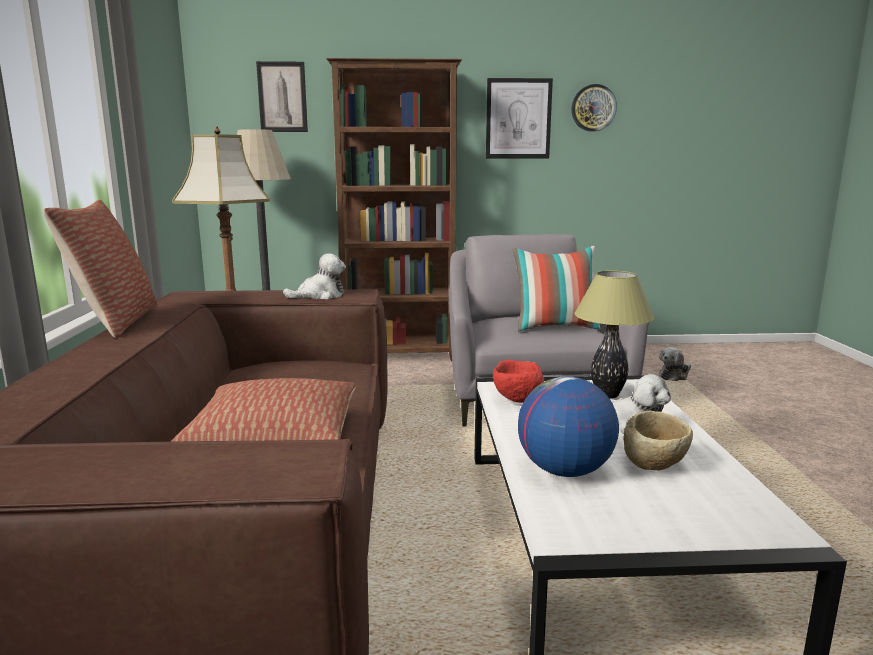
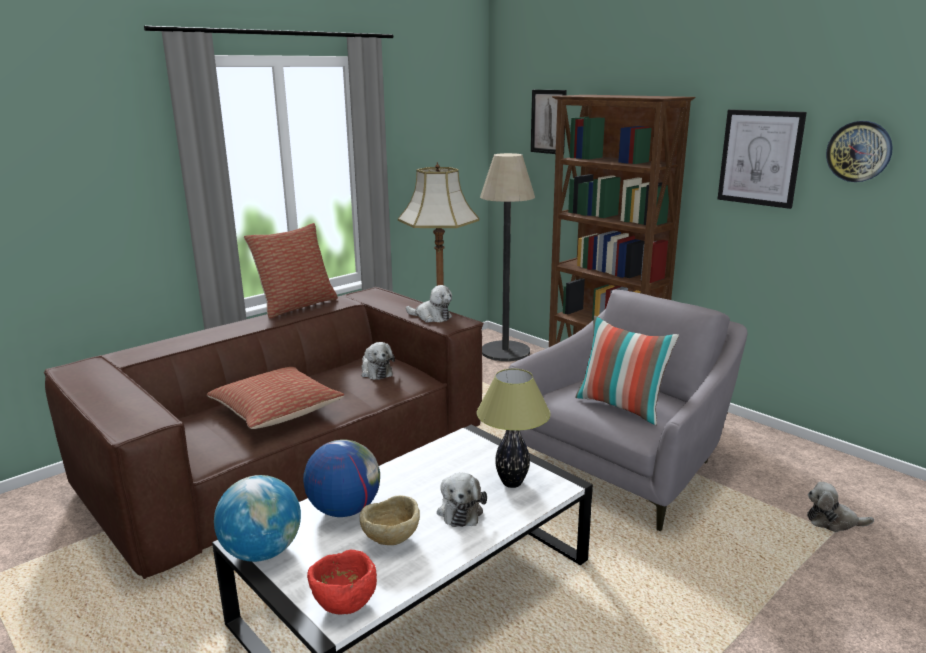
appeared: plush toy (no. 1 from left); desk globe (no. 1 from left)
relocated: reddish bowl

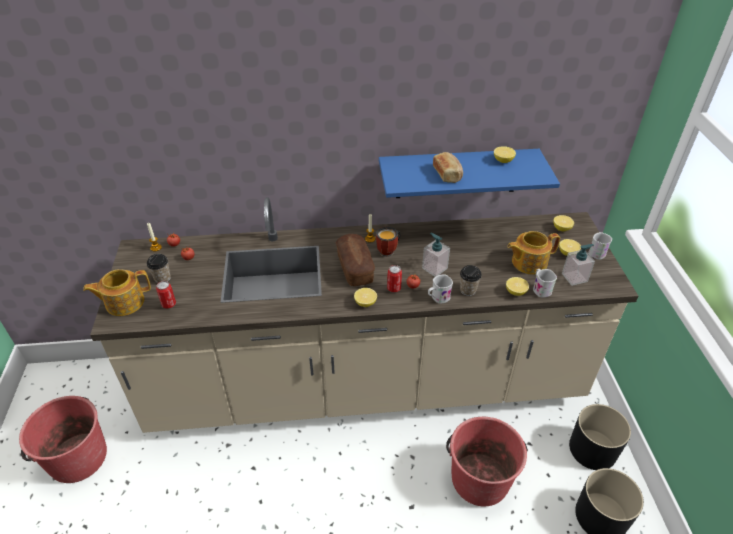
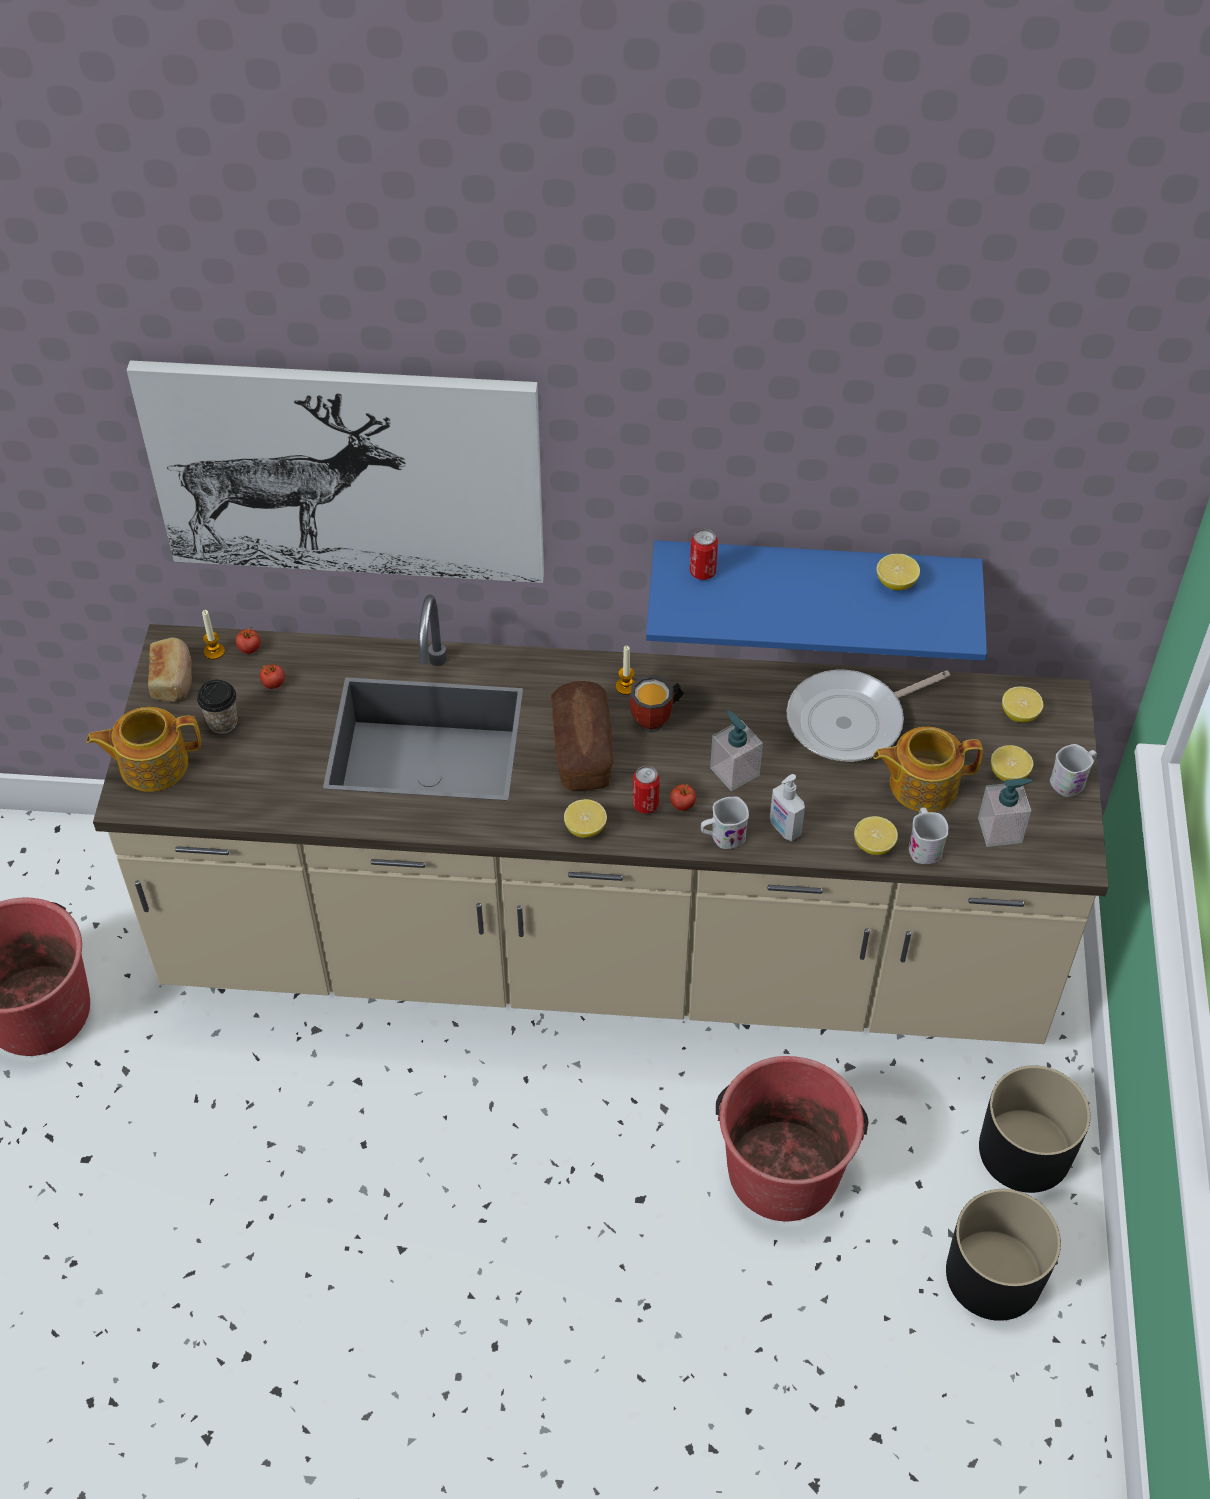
appeared: picture; skillet
relocated: baked bread (no. 2 from left in the first image) to baked bread (no. 1 from left); sealed can (no. 1 from left in the first image) to sealed can (no. 2 from left)
exchanged: cup (no. 2 from left) to soap bottle (no. 2 from left)

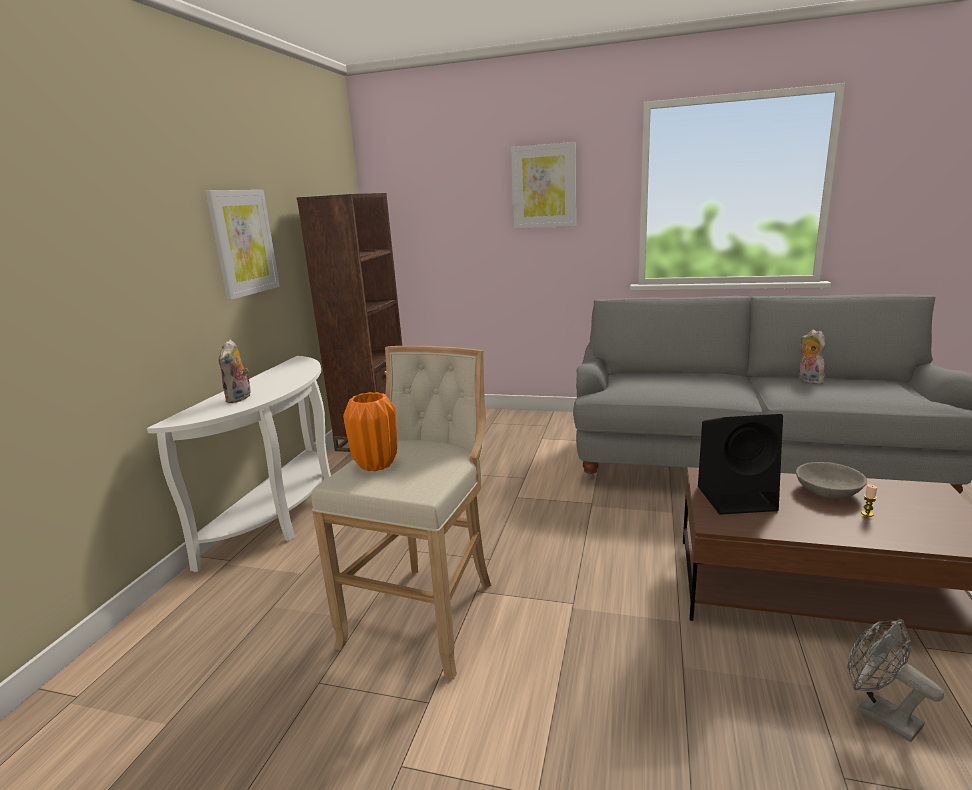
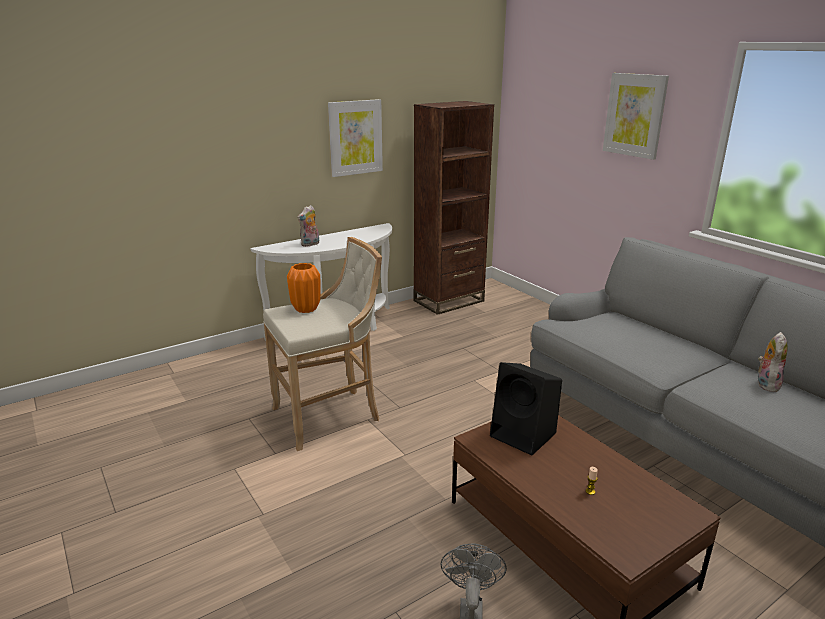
missing: gray bowl

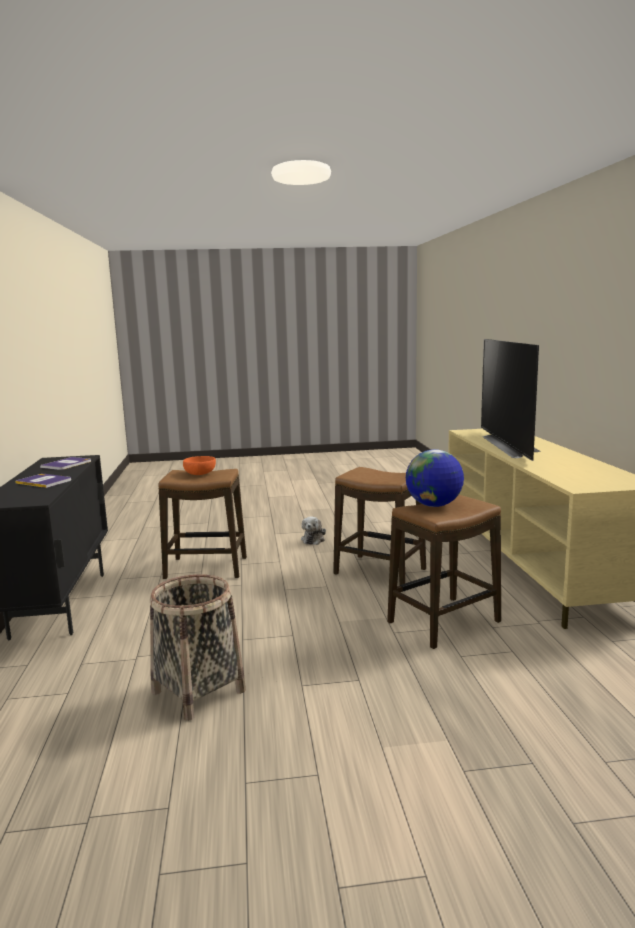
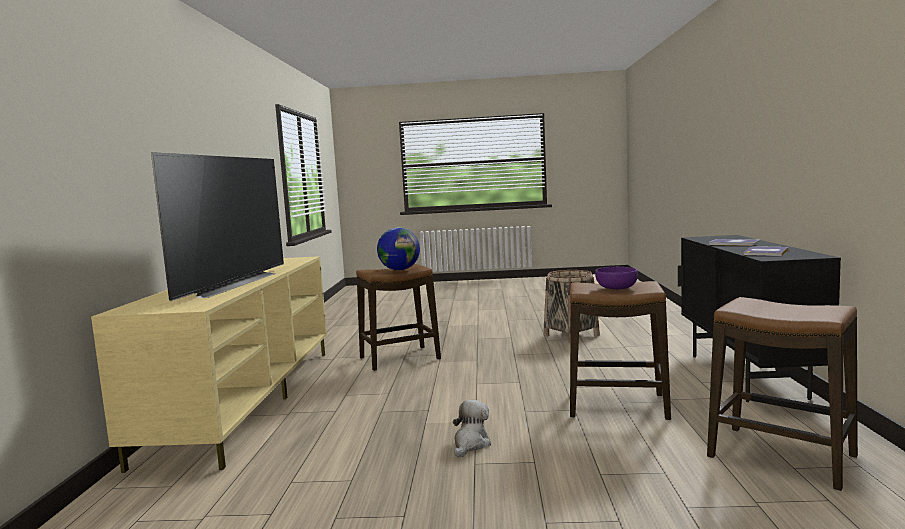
relocated: sitting stool (no. 2 from left in the first image) to sitting stool (no. 3 from left)
colour: orange-coloured bowl to purple-coloured bowl

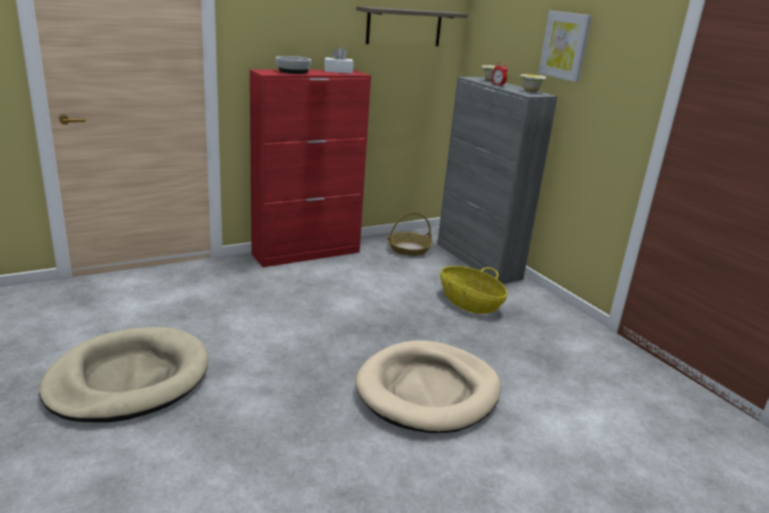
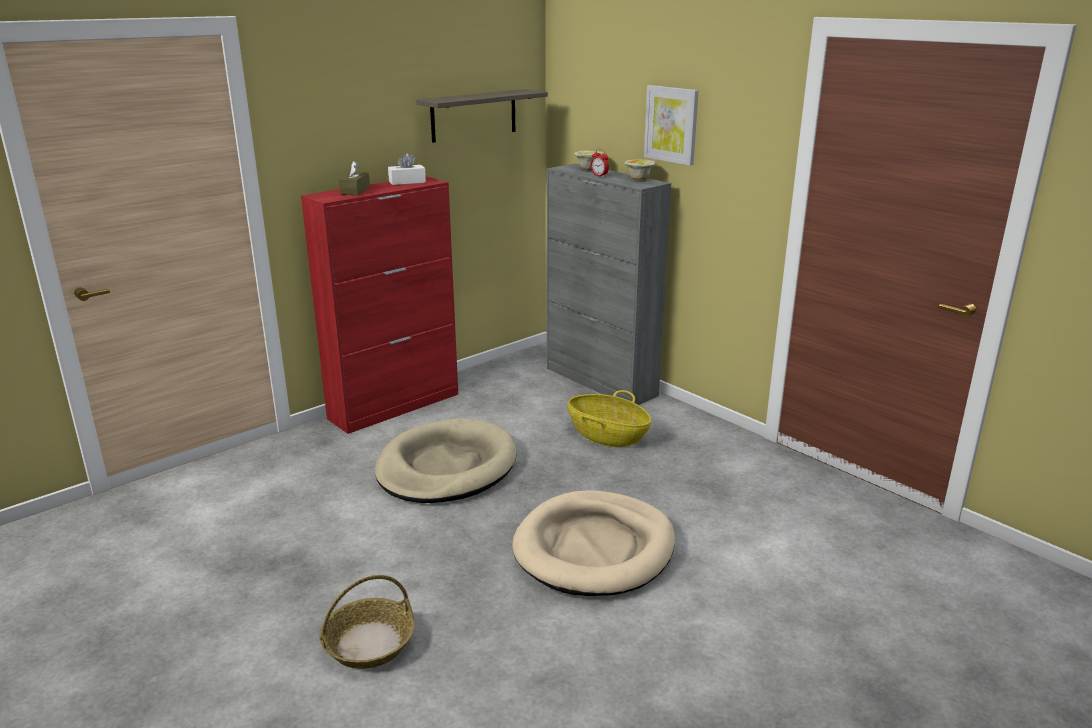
relocated: basket (no. 1 from left); beige pet bed (no. 1 from left)
exchanged: bowl (no. 1 from left) to brown-coloured tissue holder

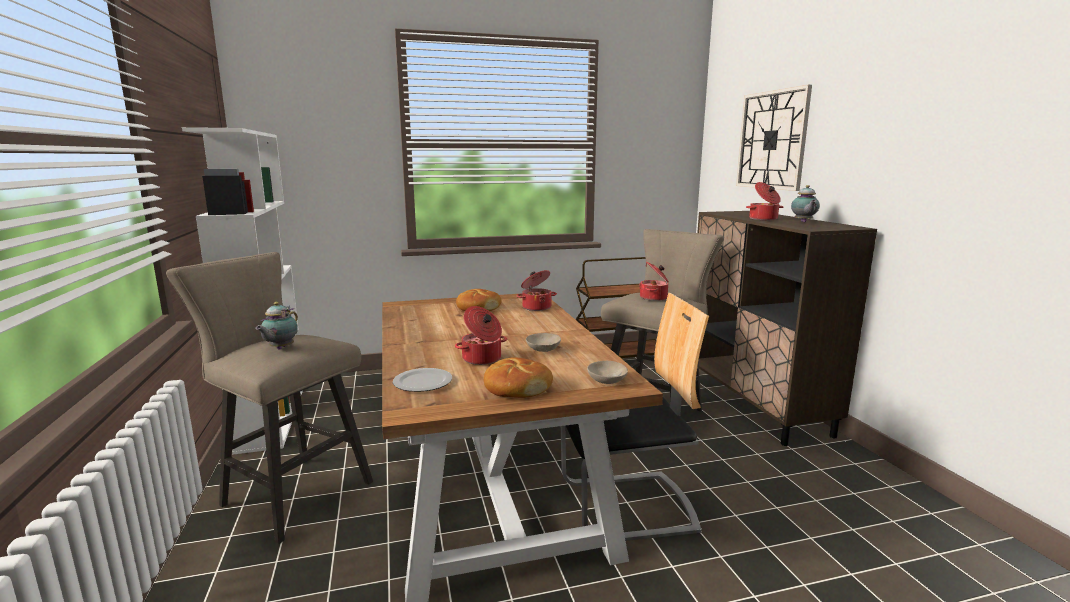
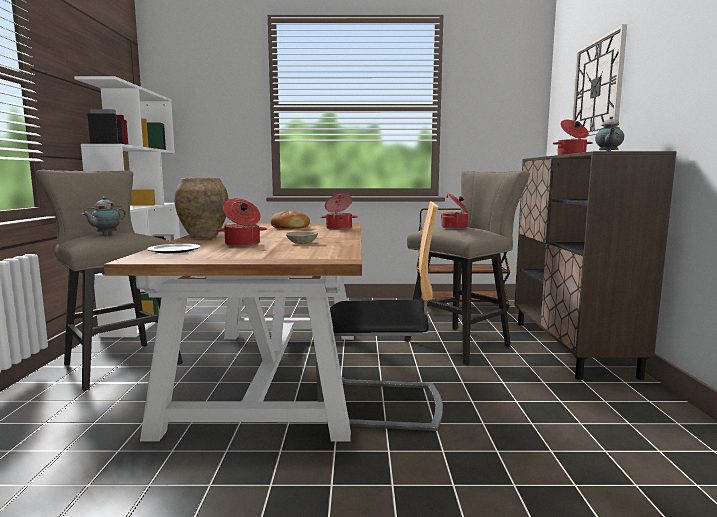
missing: baked bread (no. 2 from left); beige bowl (no. 2 from left)
appeared: brown-coloured flower vase

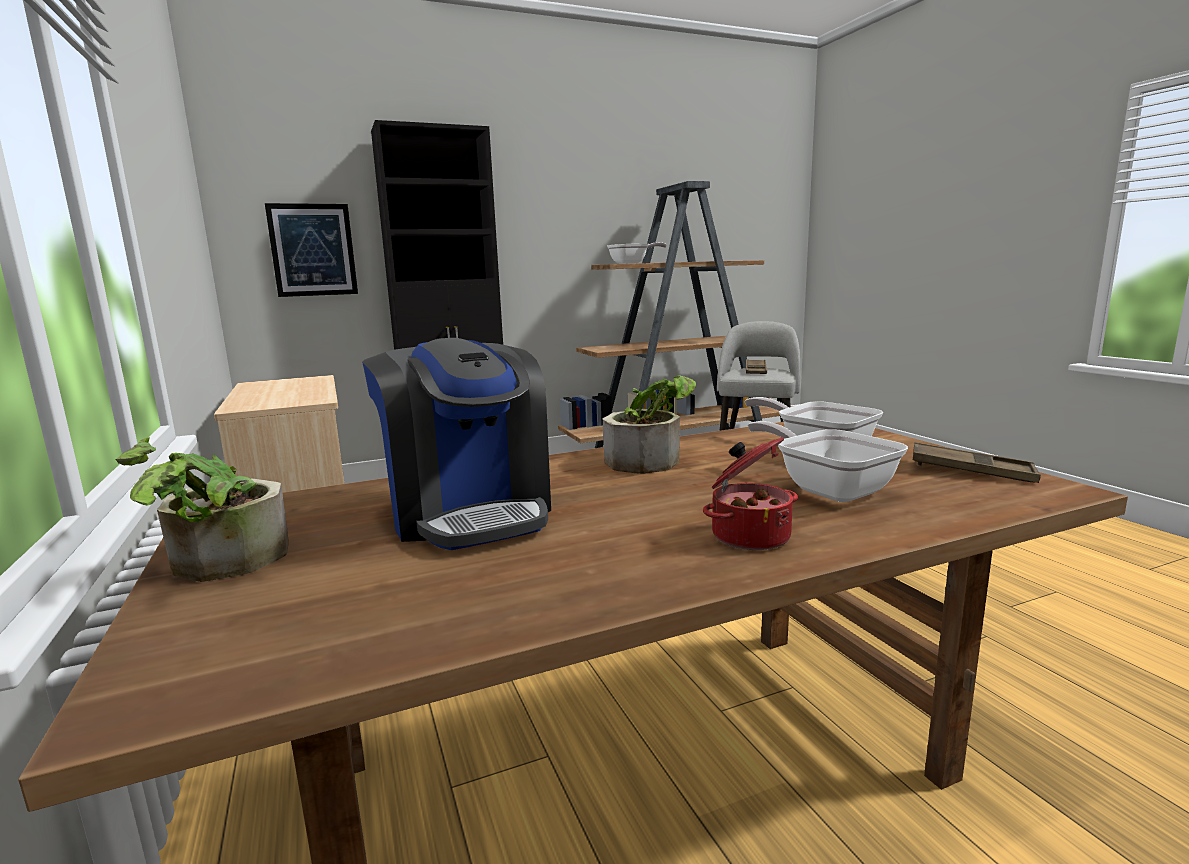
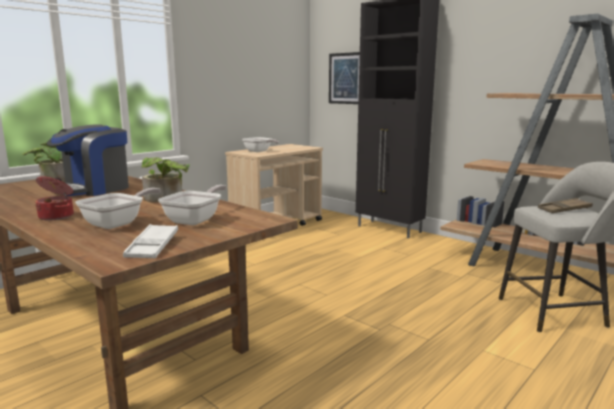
relocated: skillet (no. 1 from left in the first image) to skillet (no. 3 from left)
colour: brown-coloured carrying tray (no. 2 from left) to white-coloured carrying tray

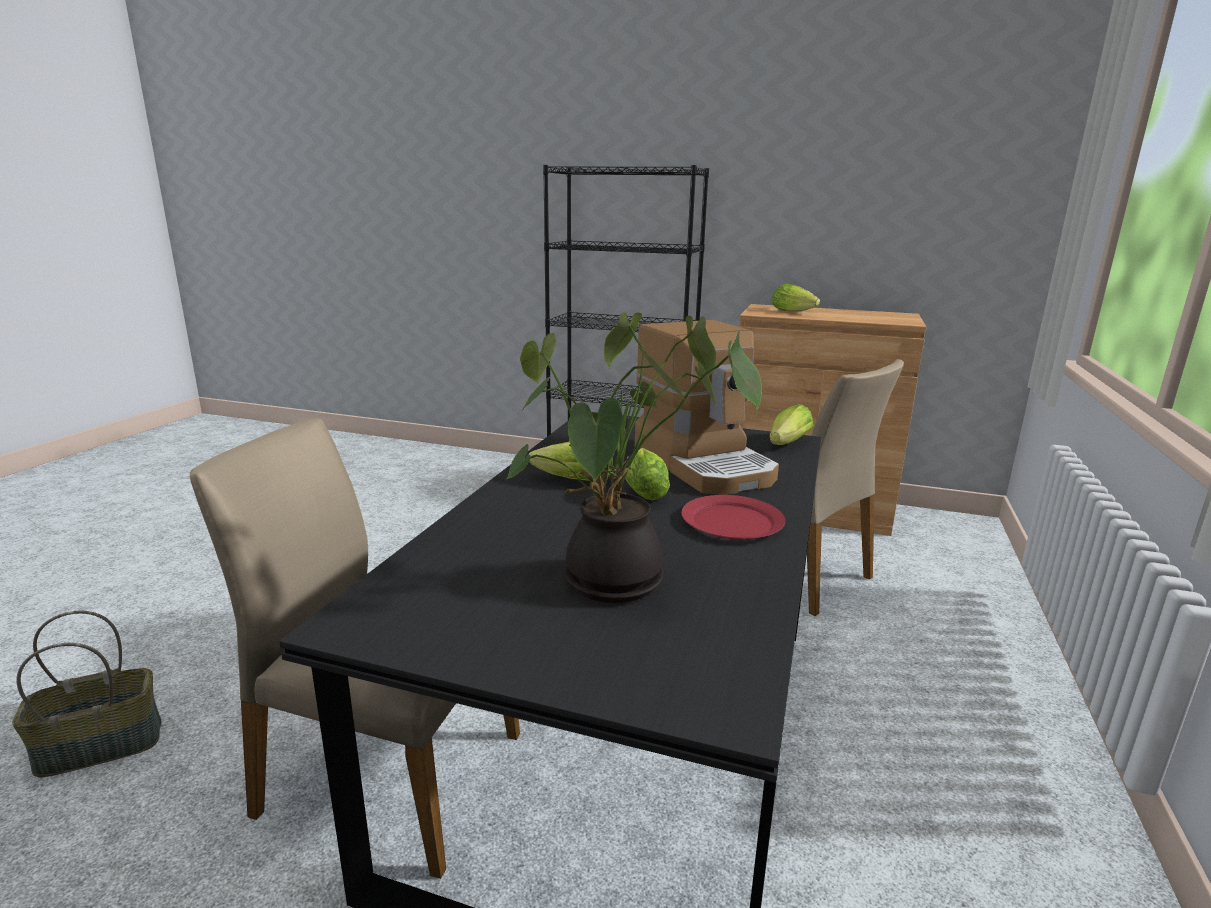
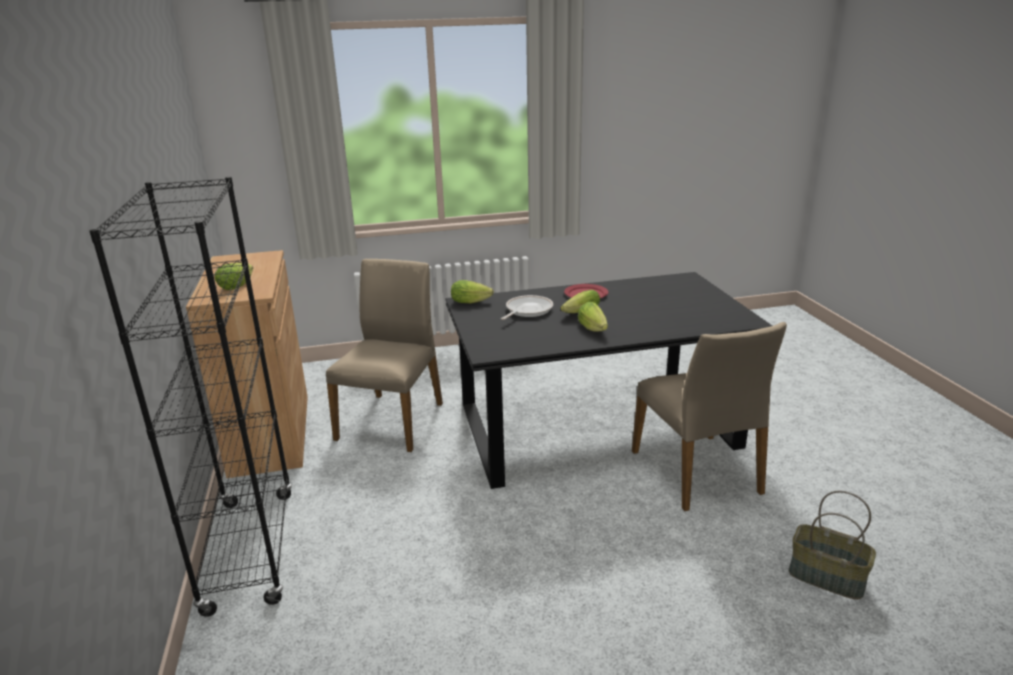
missing: houseplant
exchanged: coffee machine to skillet

